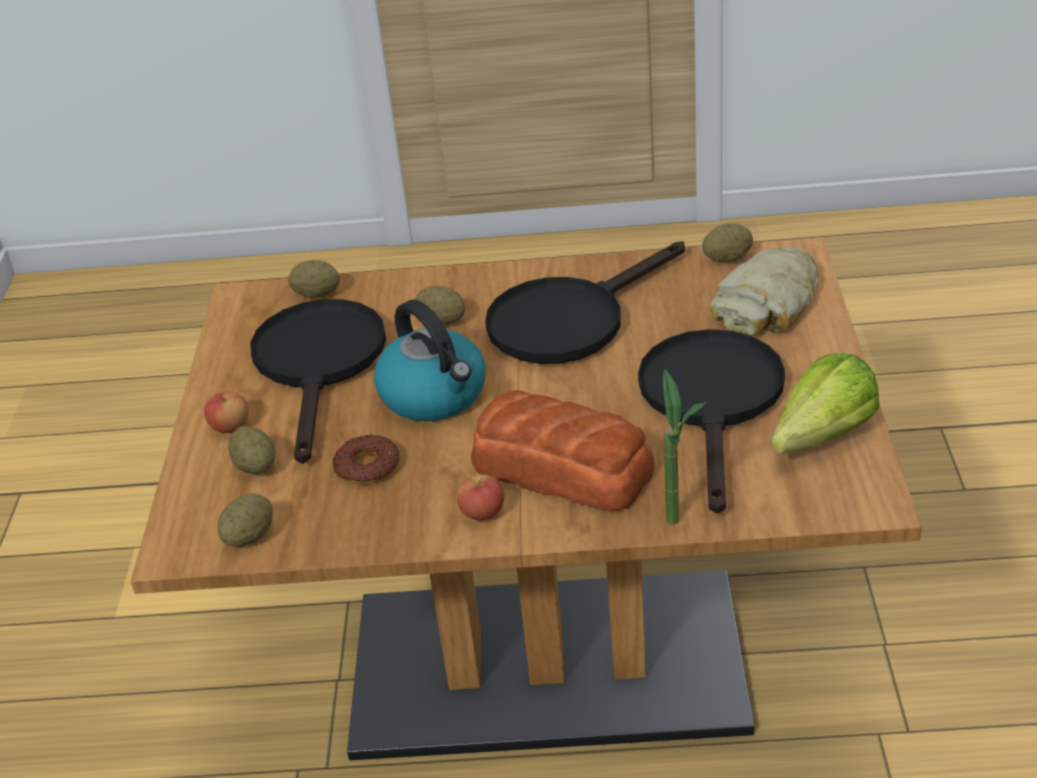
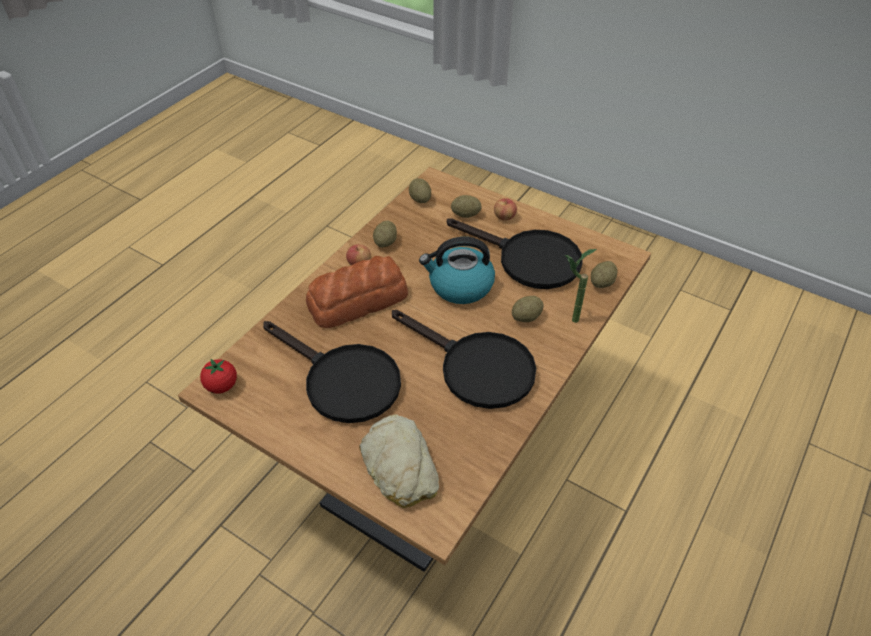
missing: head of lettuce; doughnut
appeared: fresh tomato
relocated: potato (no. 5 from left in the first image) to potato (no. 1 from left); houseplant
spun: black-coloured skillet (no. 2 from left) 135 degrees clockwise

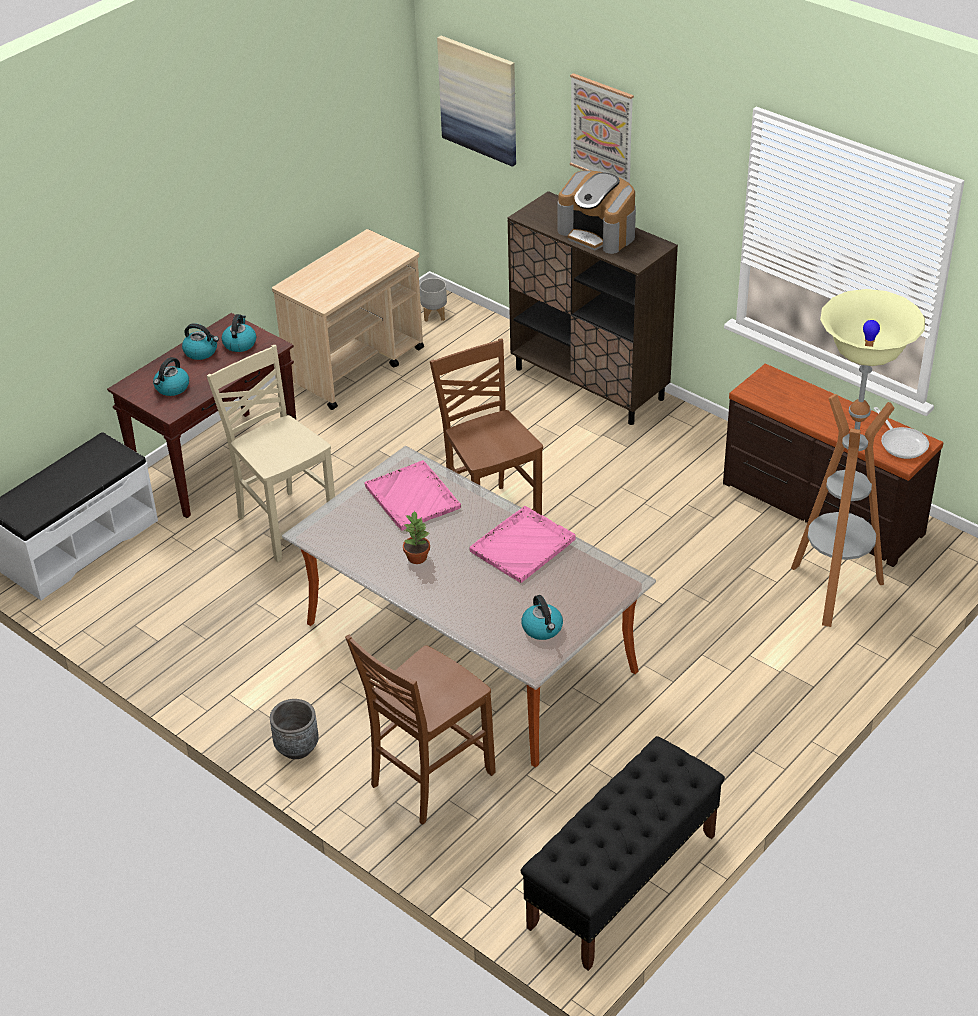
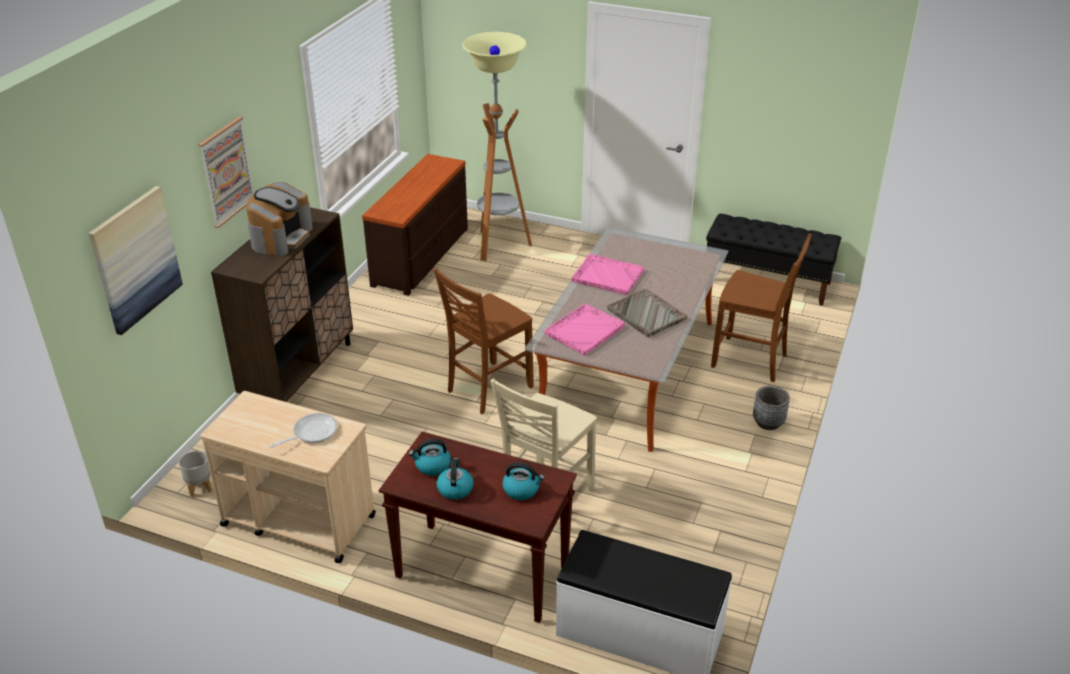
missing: kettle (no. 4 from left)
relocated: skillet
exchanged: houseplant to gray carrying tray

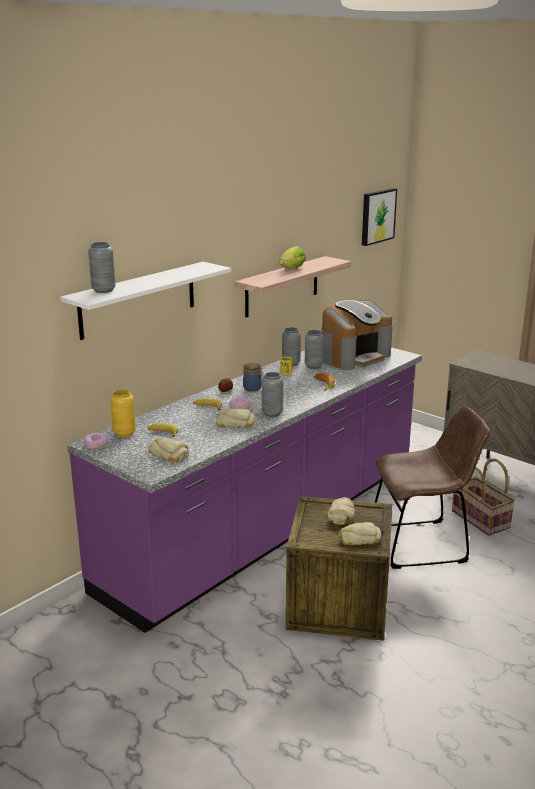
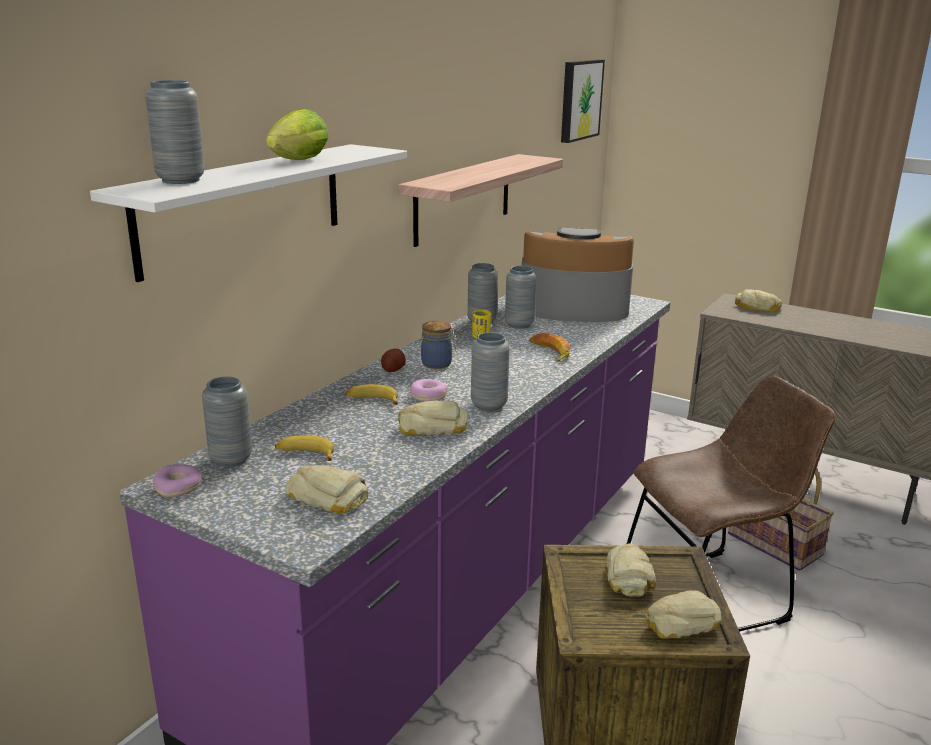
appeared: baked bread (no. 5 from left)
relocated: head of lettuce
colour: yellow-coloured flower vase to gray flower vase (no. 2 from left)
spun: coffee machine 120 degrees counterclockwise

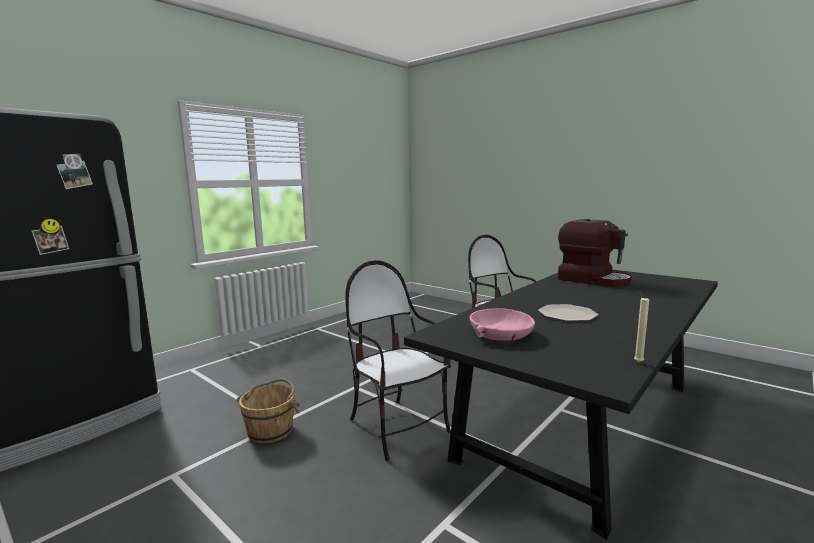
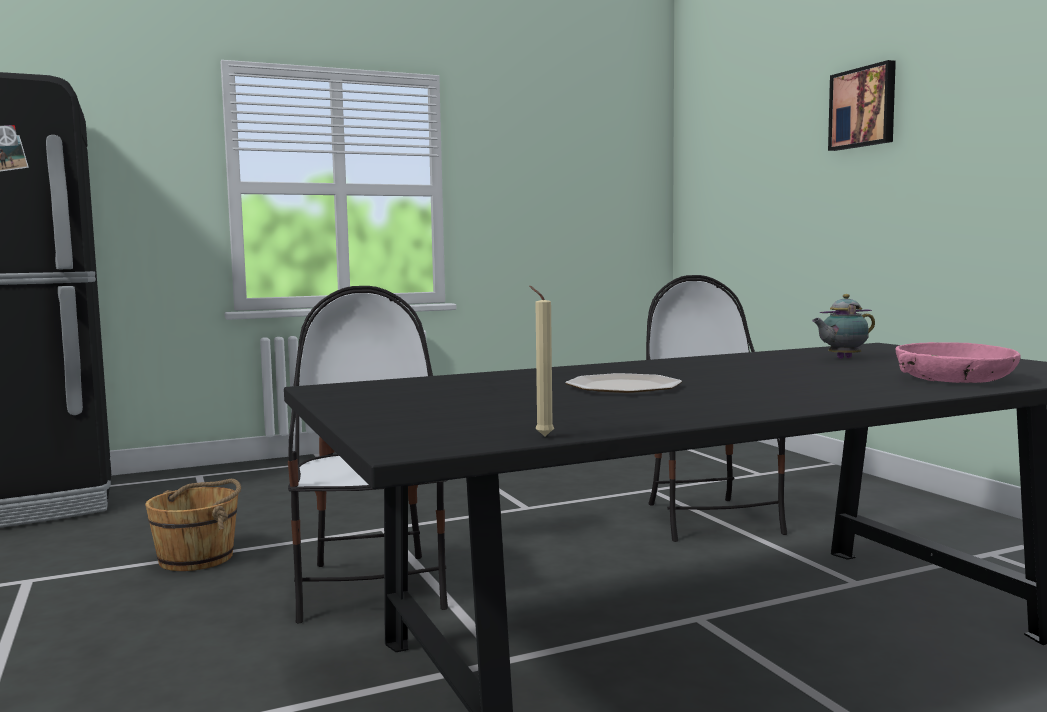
appeared: picture
relocated: pink bowl
exchanged: coffee machine to teapot

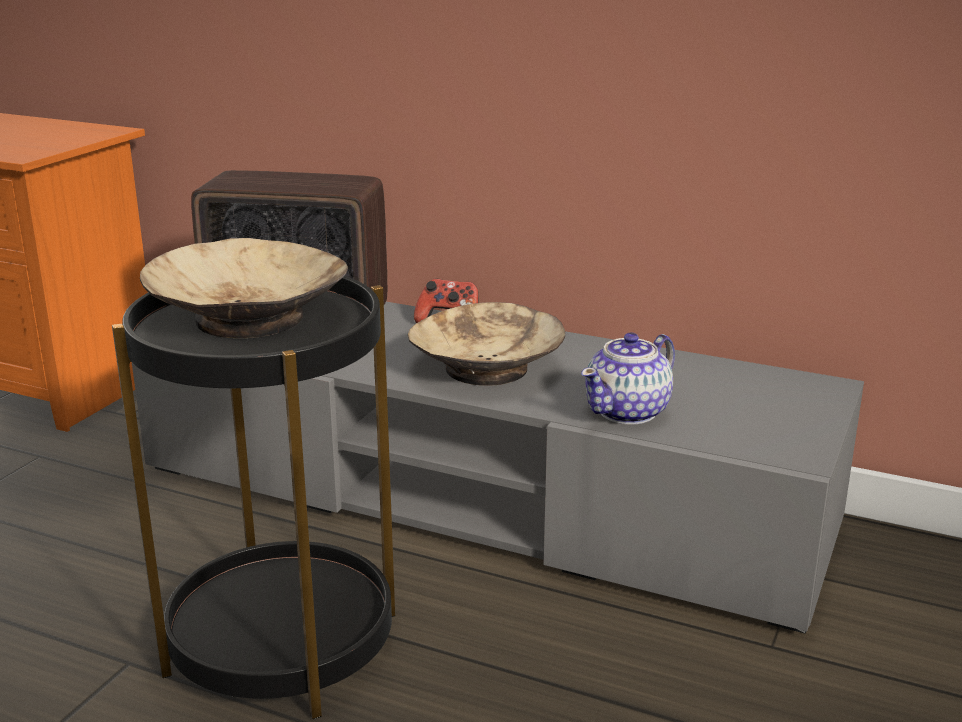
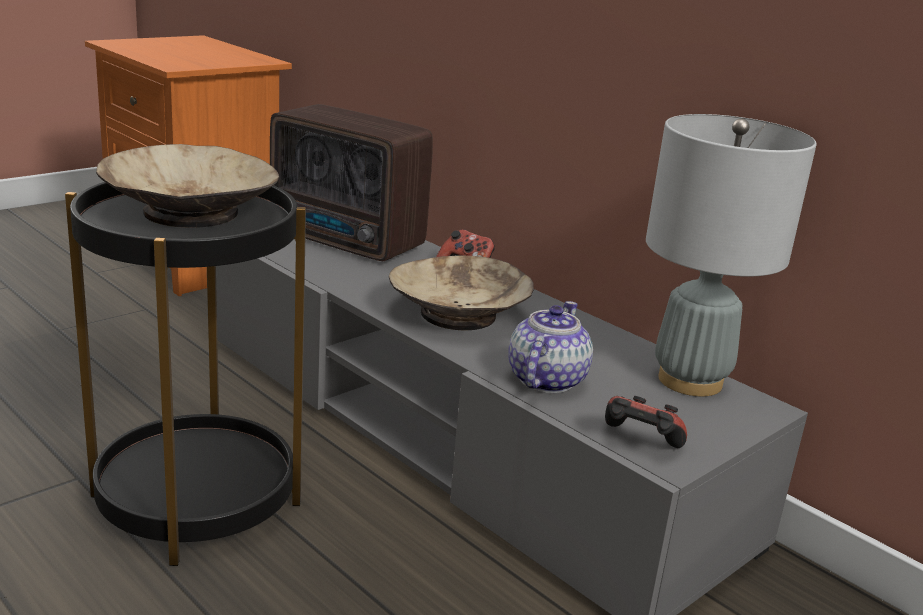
appeared: gray lamp for a table; game controller (no. 2 from left)
spun: teapot 135 degrees clockwise

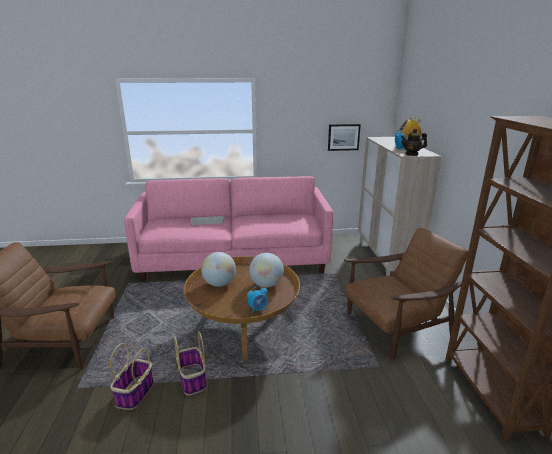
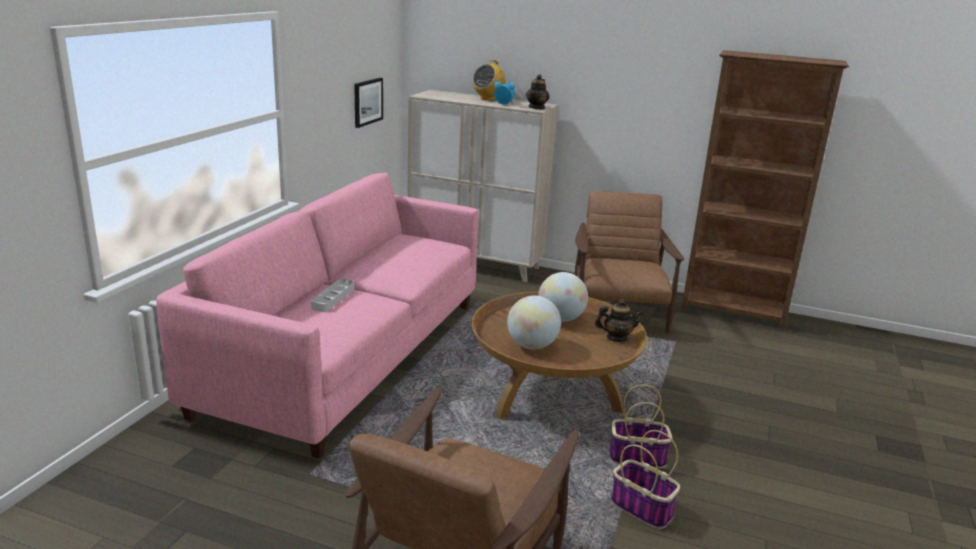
exchanged: table clock (no. 1 from left) to teapot (no. 2 from left)

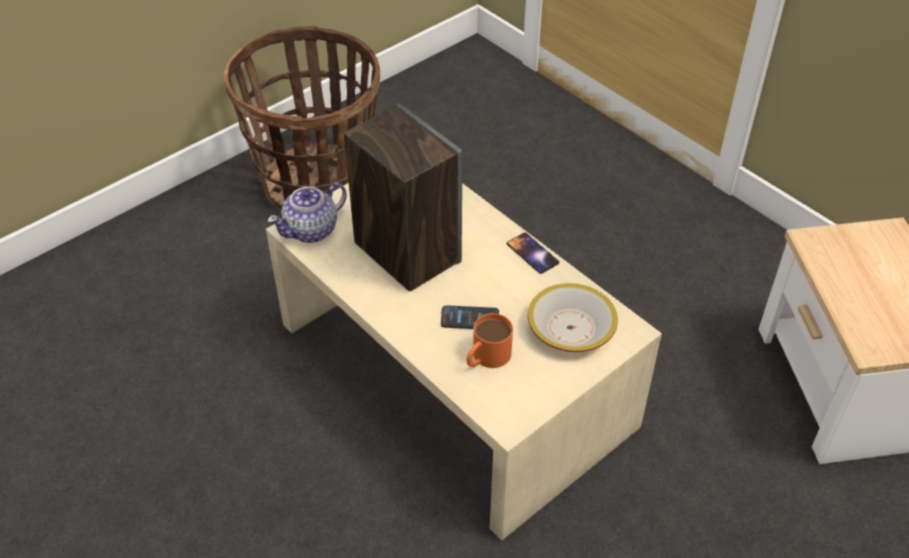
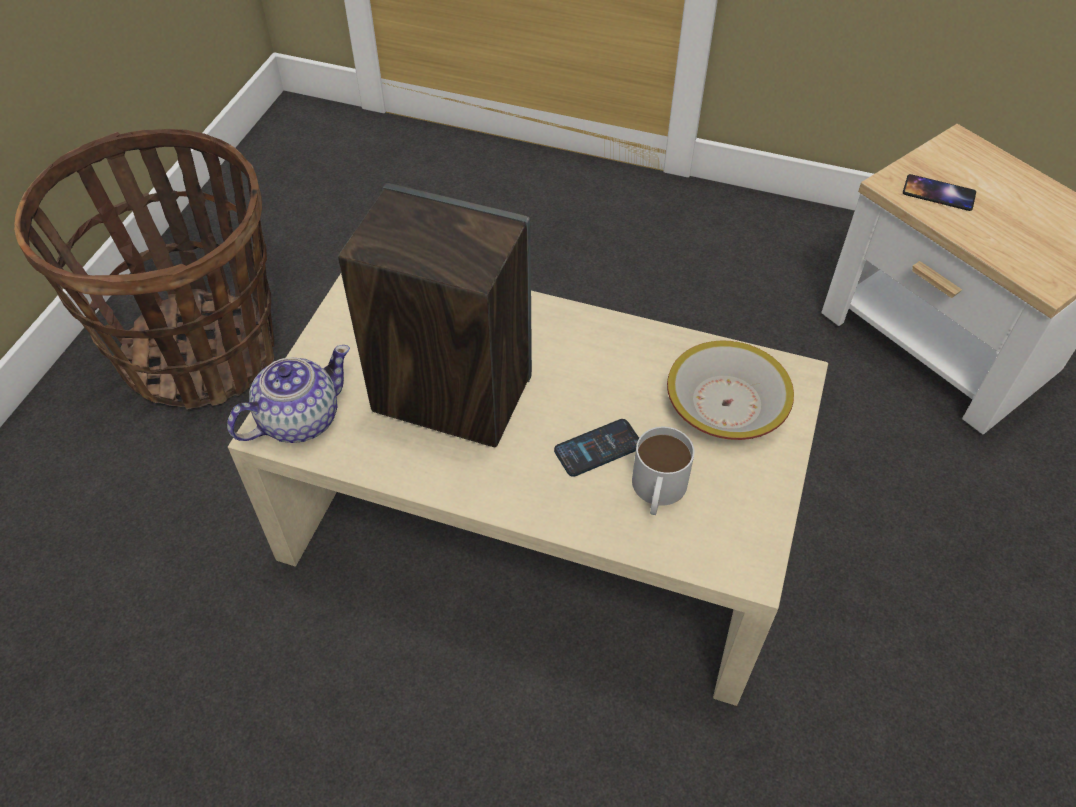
relocated: telephone (no. 2 from left)
colour: orange-coloured mug to white-coloured mug
spun: teapot 150 degrees counterclockwise

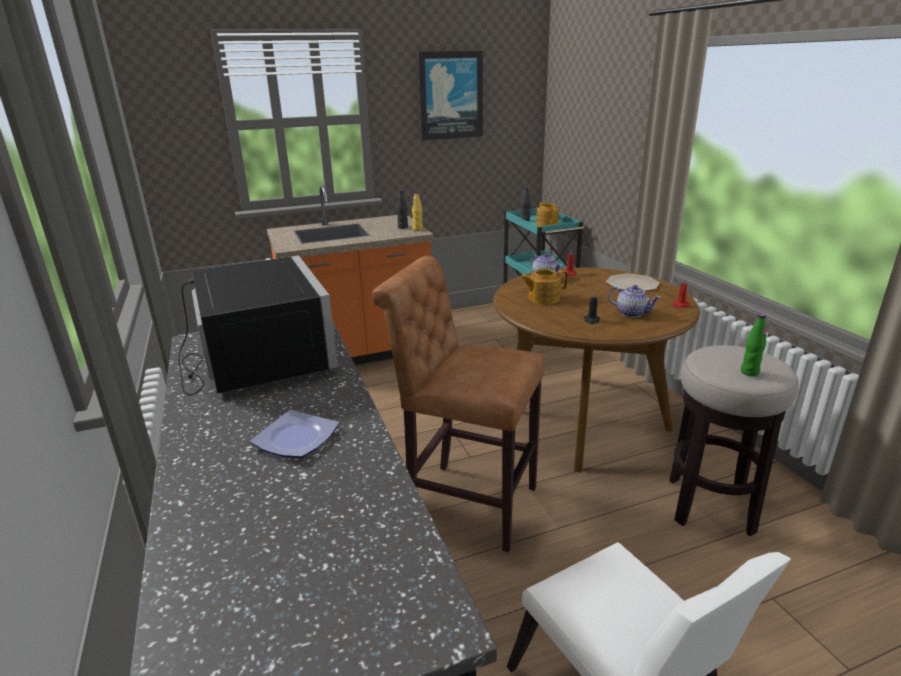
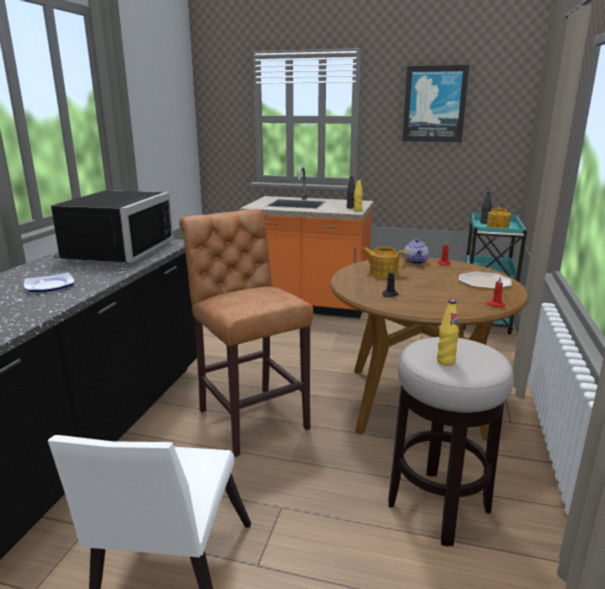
missing: teapot (no. 4 from left)
colour: green drink bottle to yellow-coloured drink bottle (no. 2 from left)

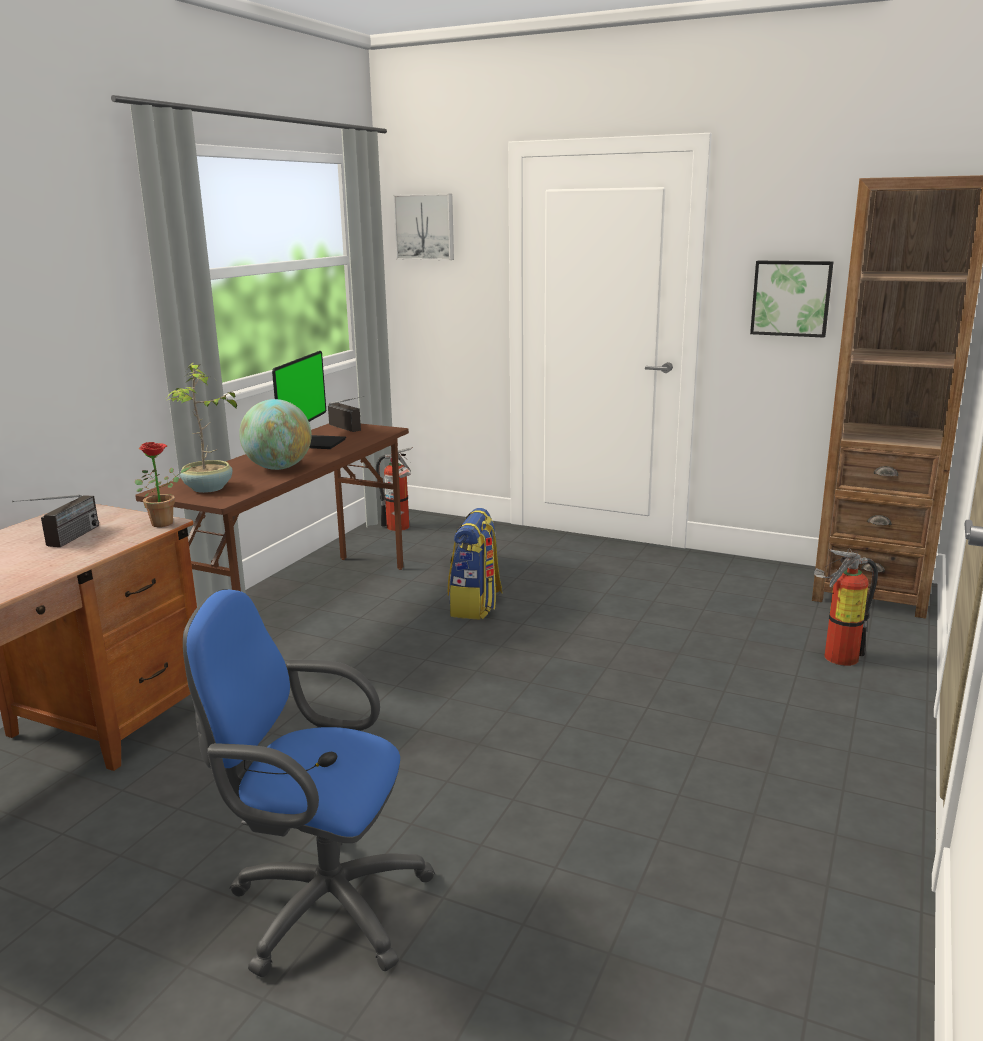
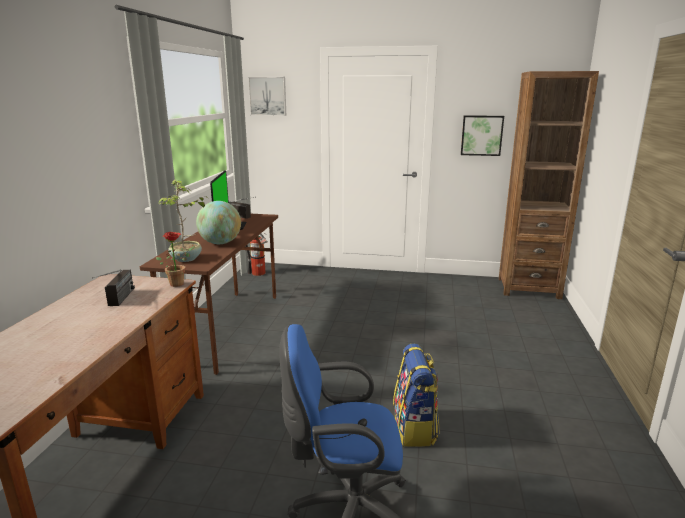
missing: fire-fighting cylinder (no. 2 from left)
relocated: backpack

